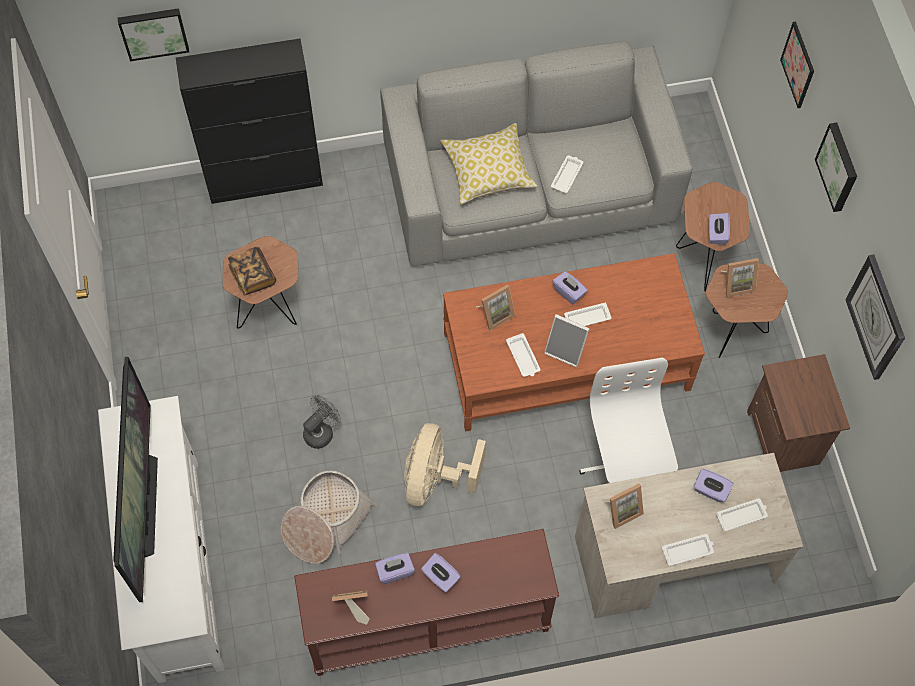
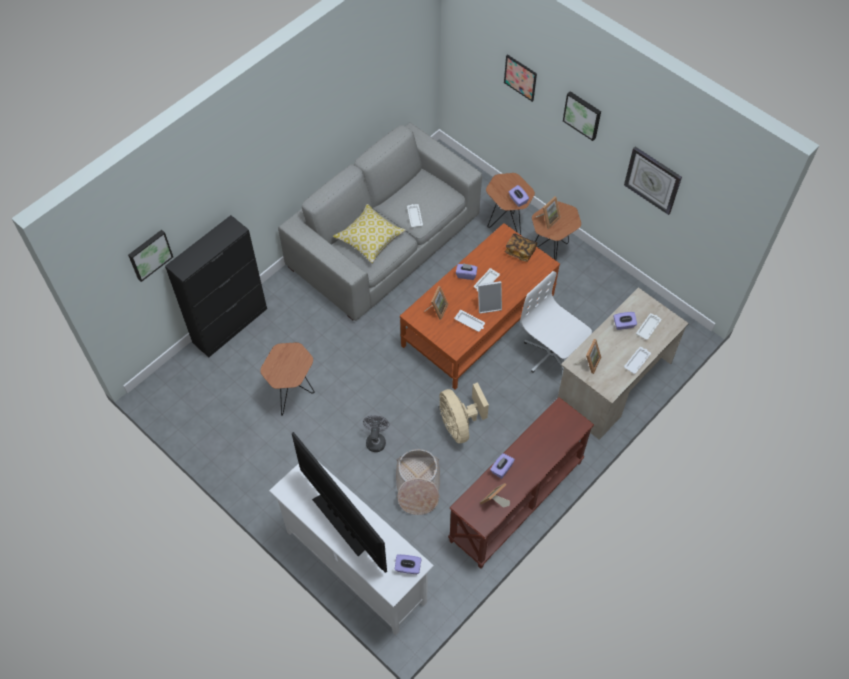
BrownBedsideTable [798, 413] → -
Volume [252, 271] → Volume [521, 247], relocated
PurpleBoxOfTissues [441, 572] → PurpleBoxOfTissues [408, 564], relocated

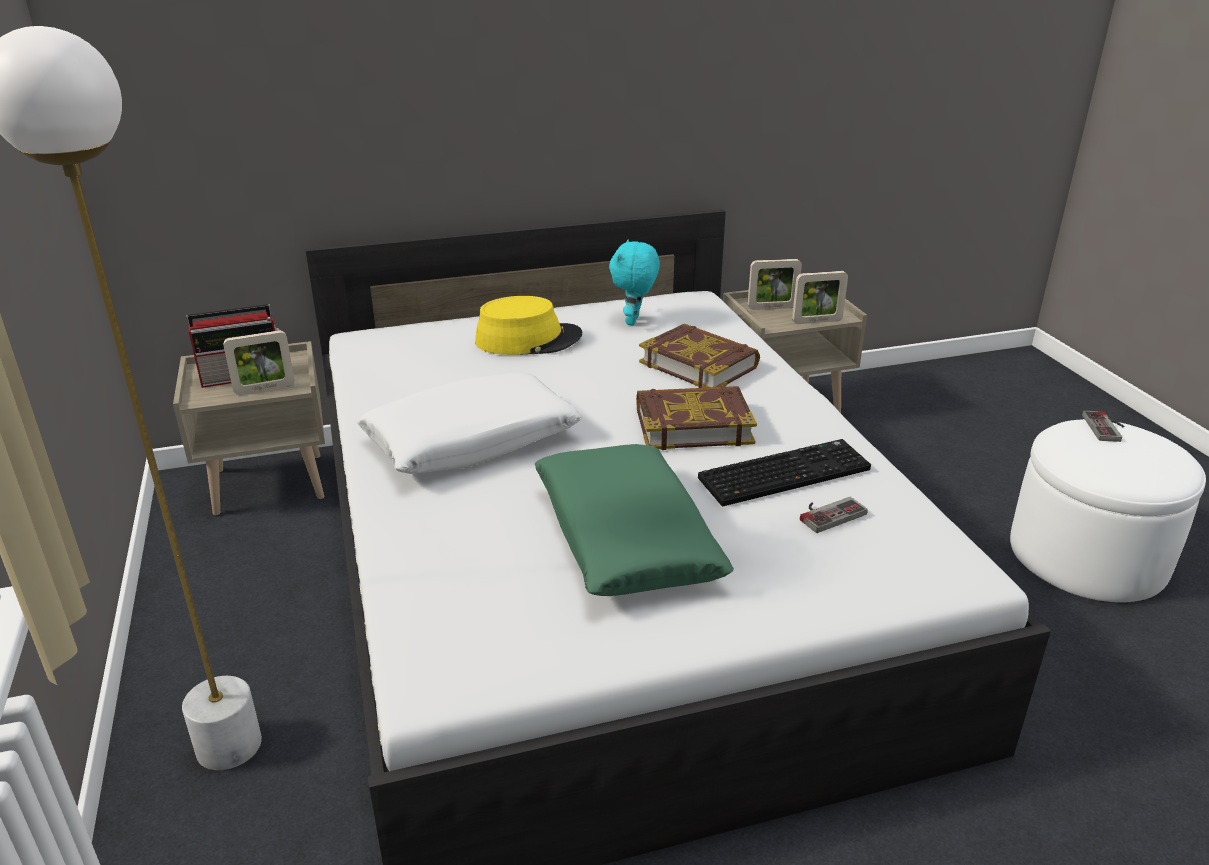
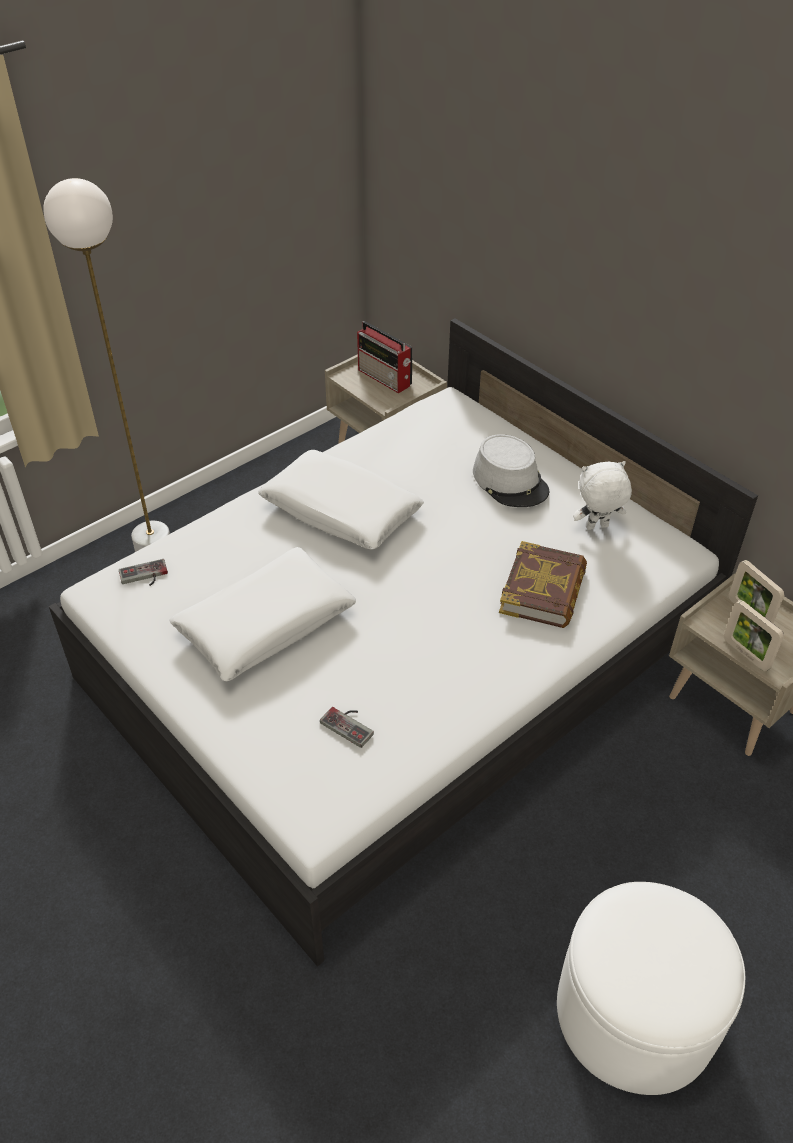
StandingFrame [259, 362] → -
Volume [696, 417] → -
Keyboard [784, 472] → -
Joypad [1103, 426] → Joypad [143, 572], relocated
YellowColouredWearableHat [528, 325] → GreyWearableHat [511, 470]
GreenColouredPillow [634, 520] → WhitishPillow [262, 614]
BlueGreenPlushToy [634, 282] → WhitishPlushToy [602, 495]

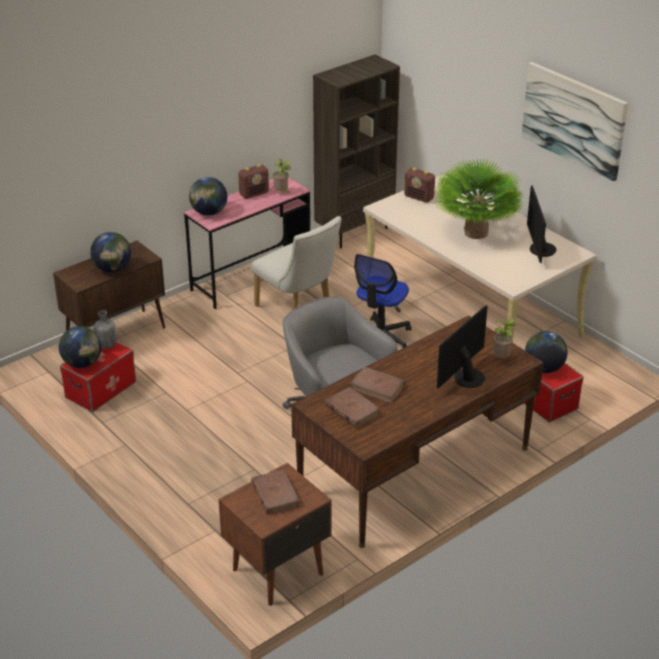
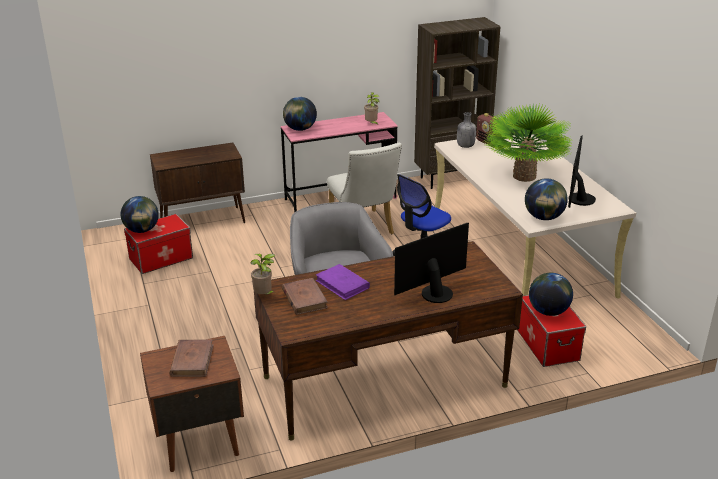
RadioReceiver [253, 181] → -
WallArt [575, 121] → -
Globe [110, 252] → Globe [546, 199], relocated
GreyDrinkBottle [105, 329] → GreyDrinkBottle [466, 130], relocated
PlantInAPot [504, 338] → PlantInAPot [263, 274], relocated
BrownVolume [377, 385] → PurpleVolume [343, 282]

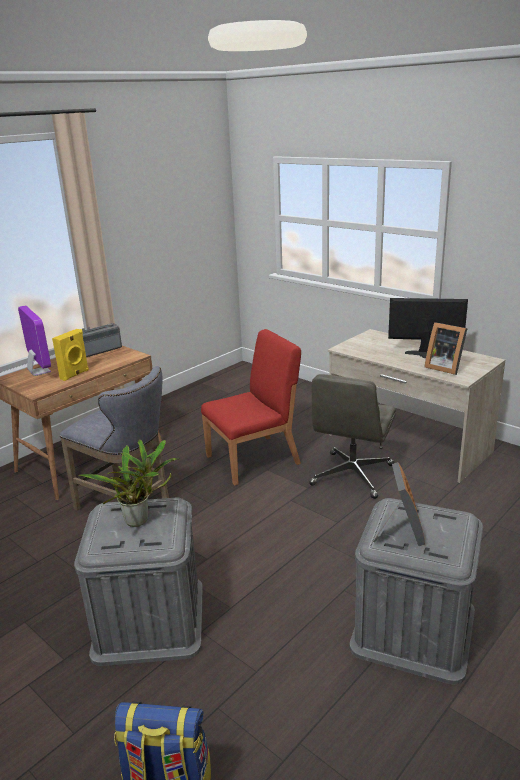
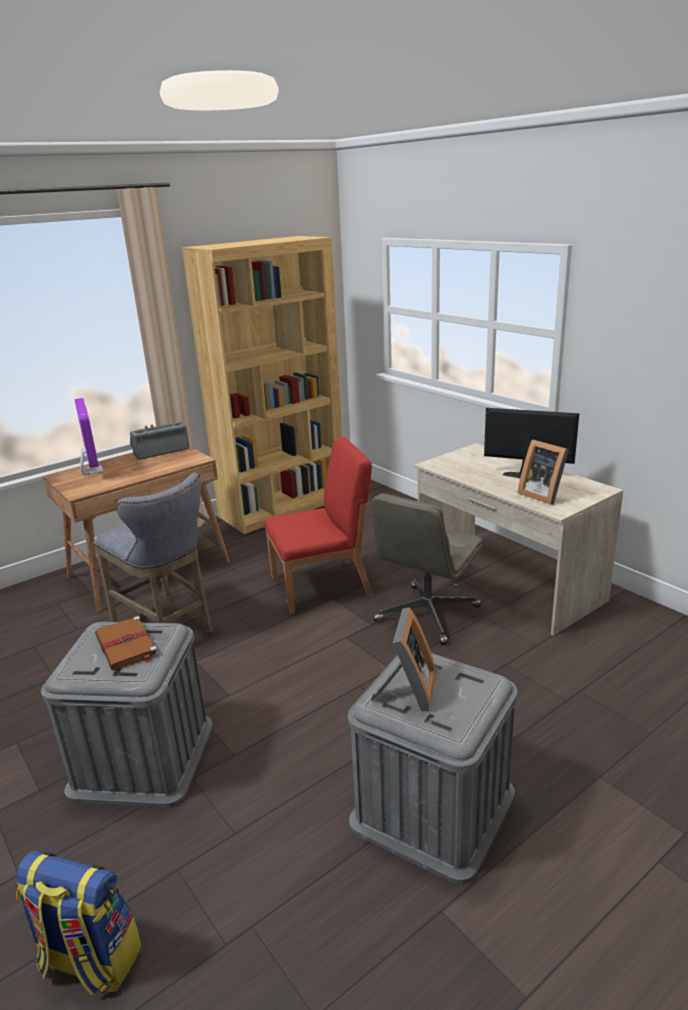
YellowColouredAudioSpeaker [70, 355] → -
- → BrownShelvingUnit [262, 385]
PlantInAPot [129, 483] → BrownVolume [127, 643]

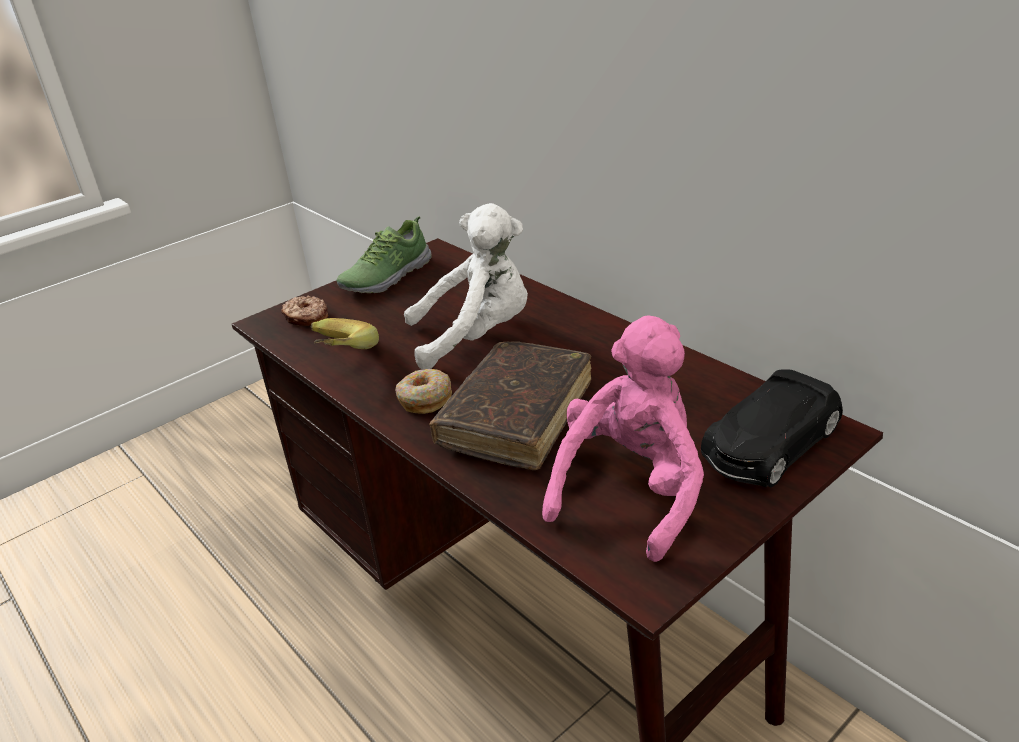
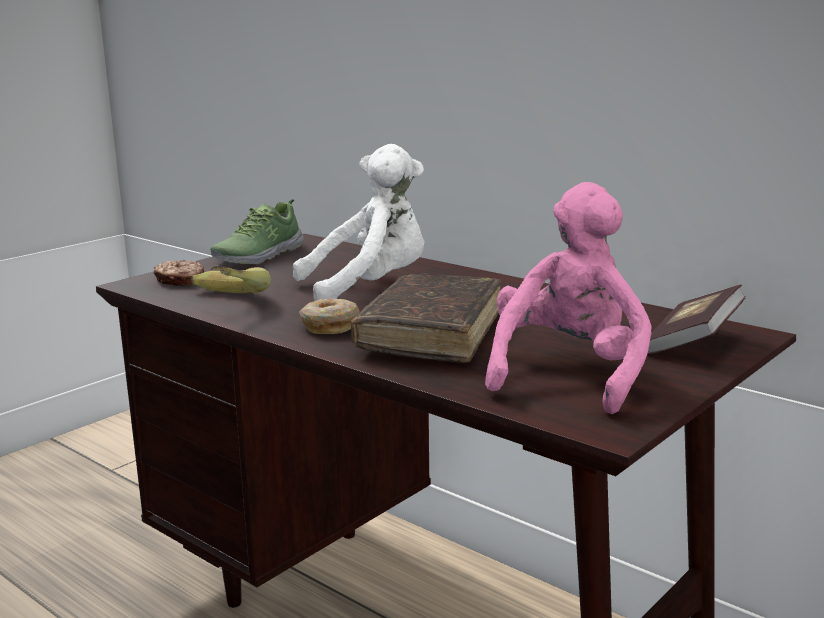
BlackColouredToyCar [772, 428] → Volume [696, 320]

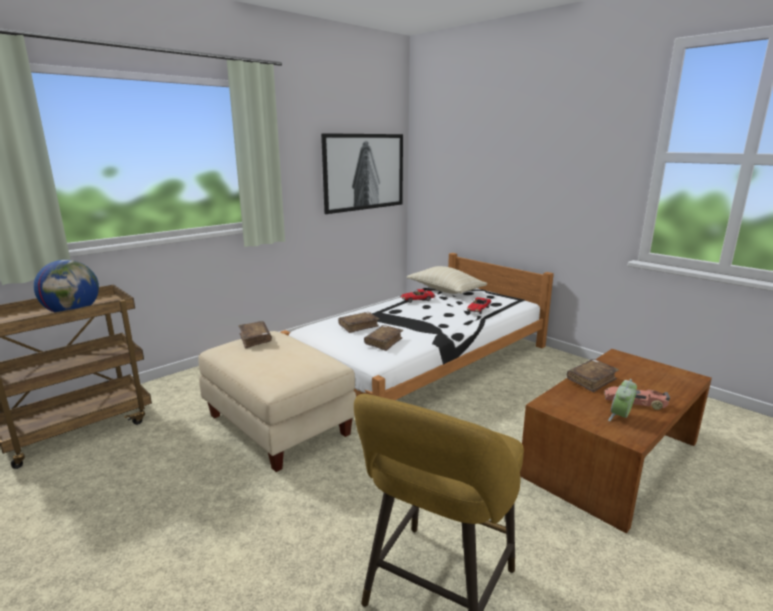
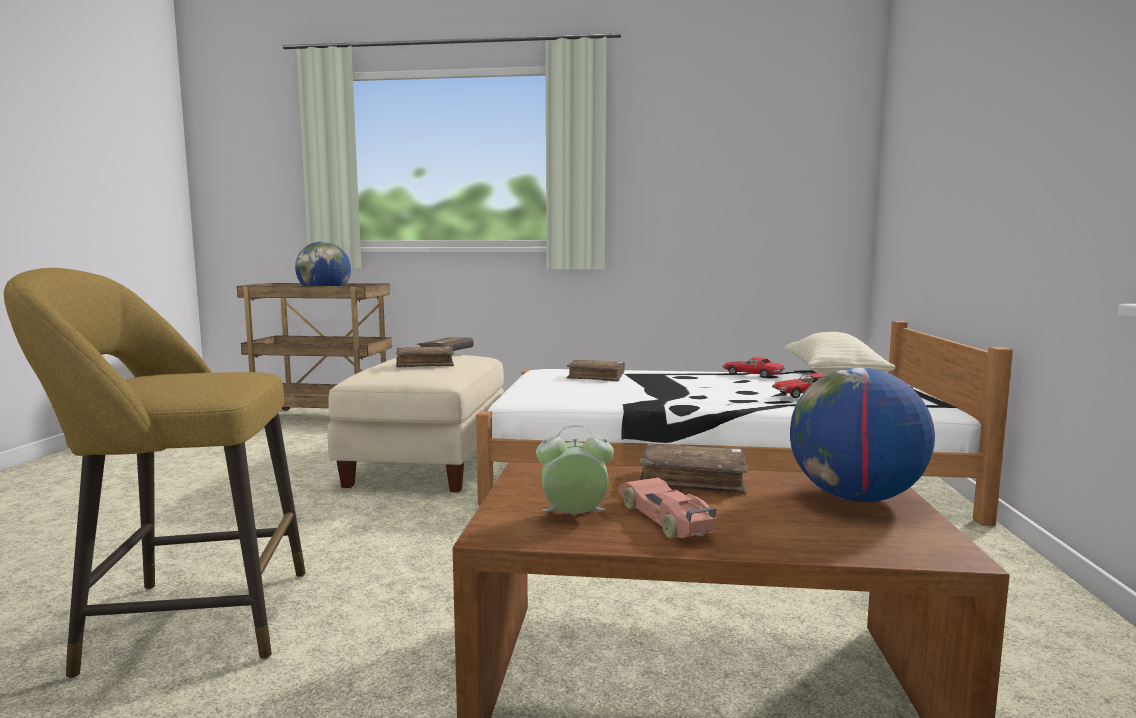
WallArt [362, 173] → -
- → Globe [862, 435]
BrownVolume [383, 338] → BrownVolume [425, 357], relocated

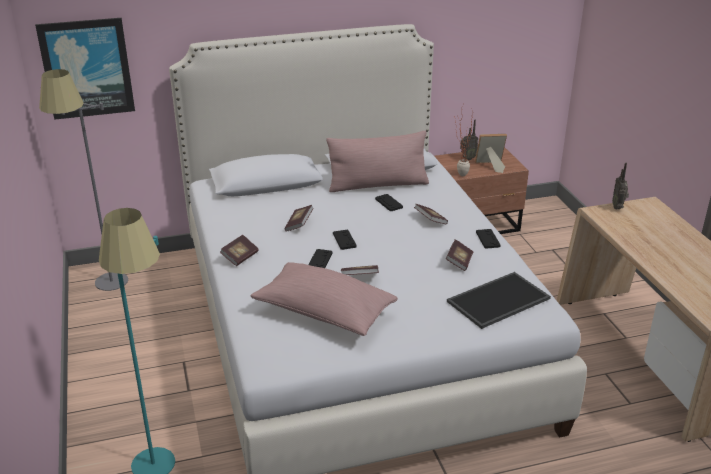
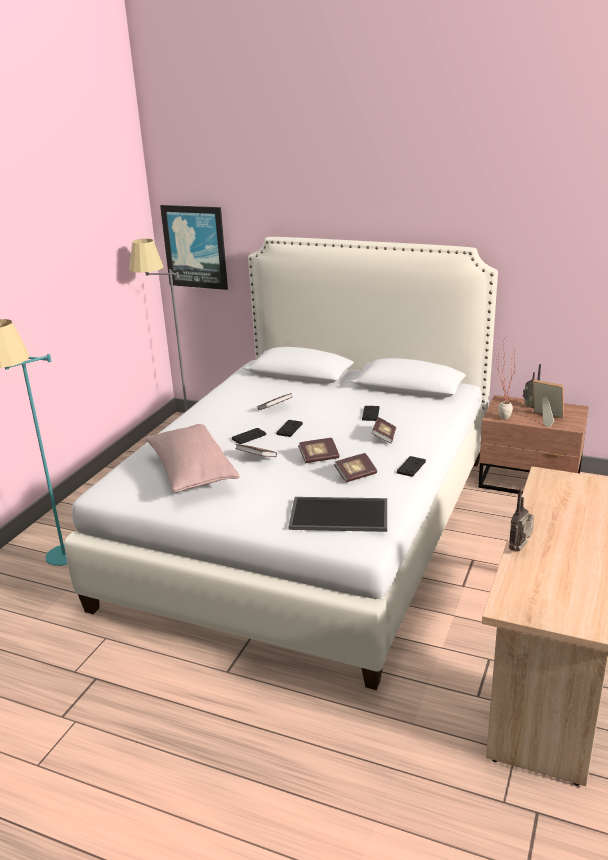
PinkColouredPillow [377, 161] → -
Volume [239, 250] → Volume [318, 450], relocated
RadioReceiver [620, 186] → RadioReceiver [521, 520], relocated

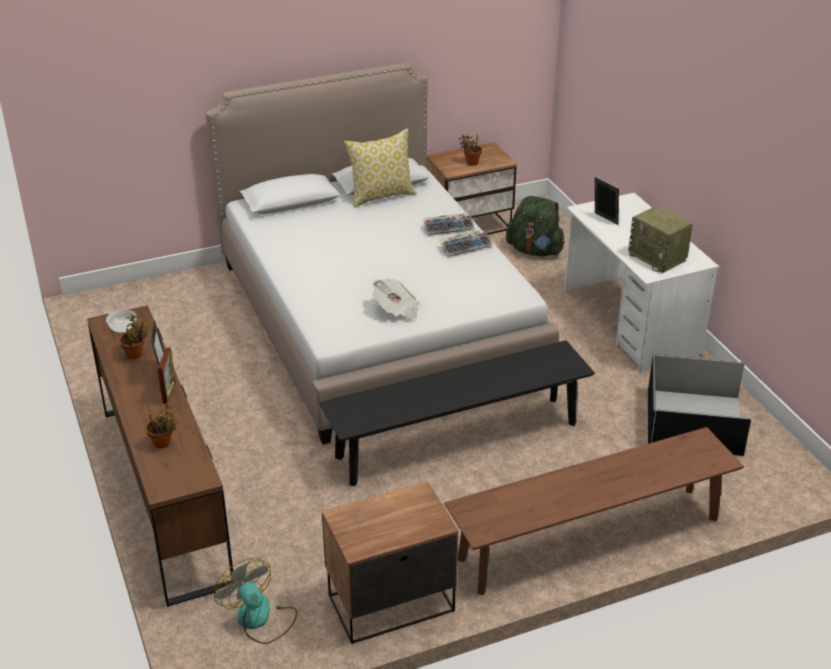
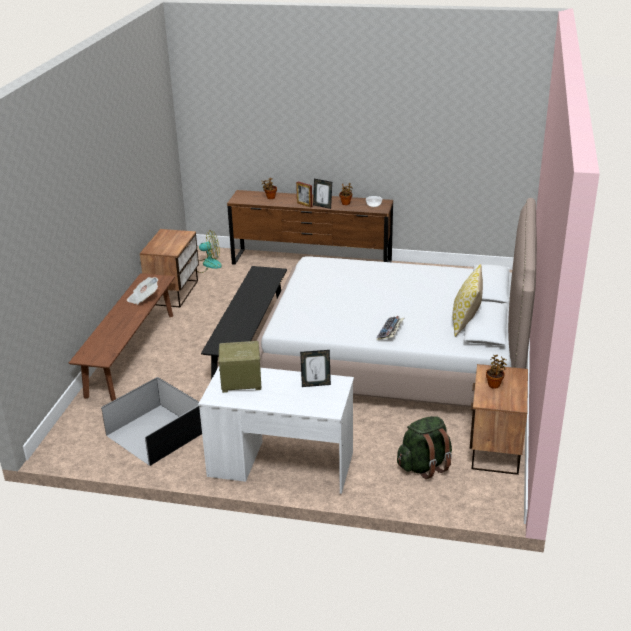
Keyboard [466, 244] → -
PrintedPaper [396, 300] → PrintedPaper [142, 291], relocated

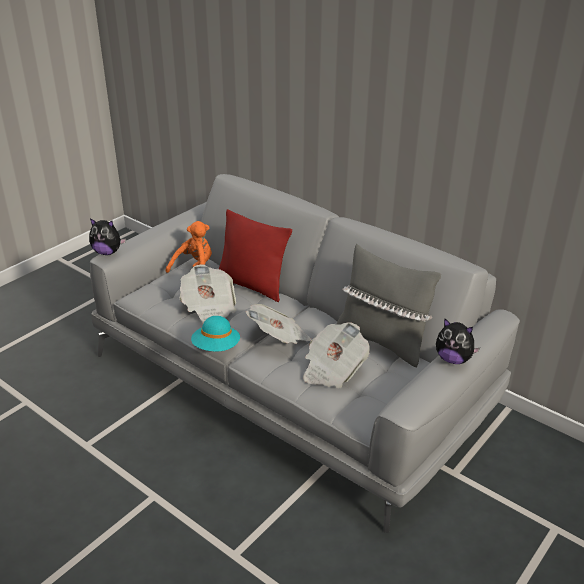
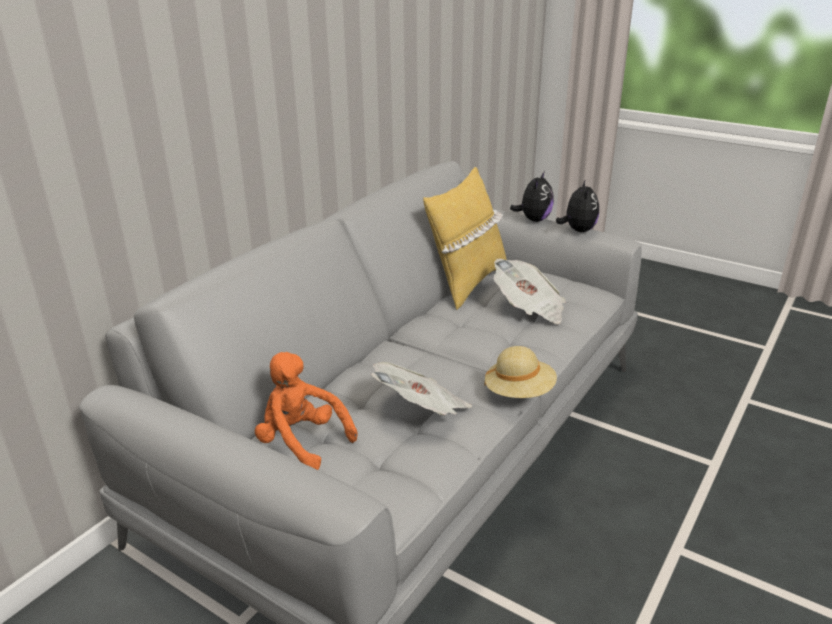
ReddishPillow [255, 255] → -
PrintedPaper [278, 324] → -
PlushToy [107, 236] → PlushToy [577, 205], relocated
BlueGreenWearableHat [215, 334] → BeigeWearableHat [520, 372]
GreyPillow [388, 305] → YellowColouredPillow [465, 238]

